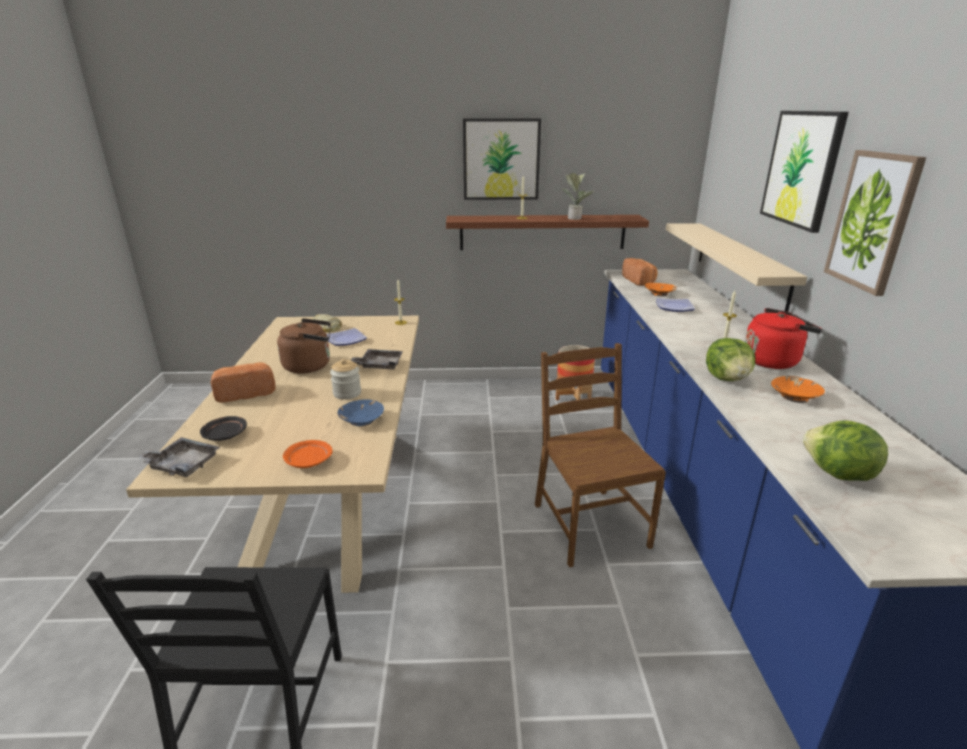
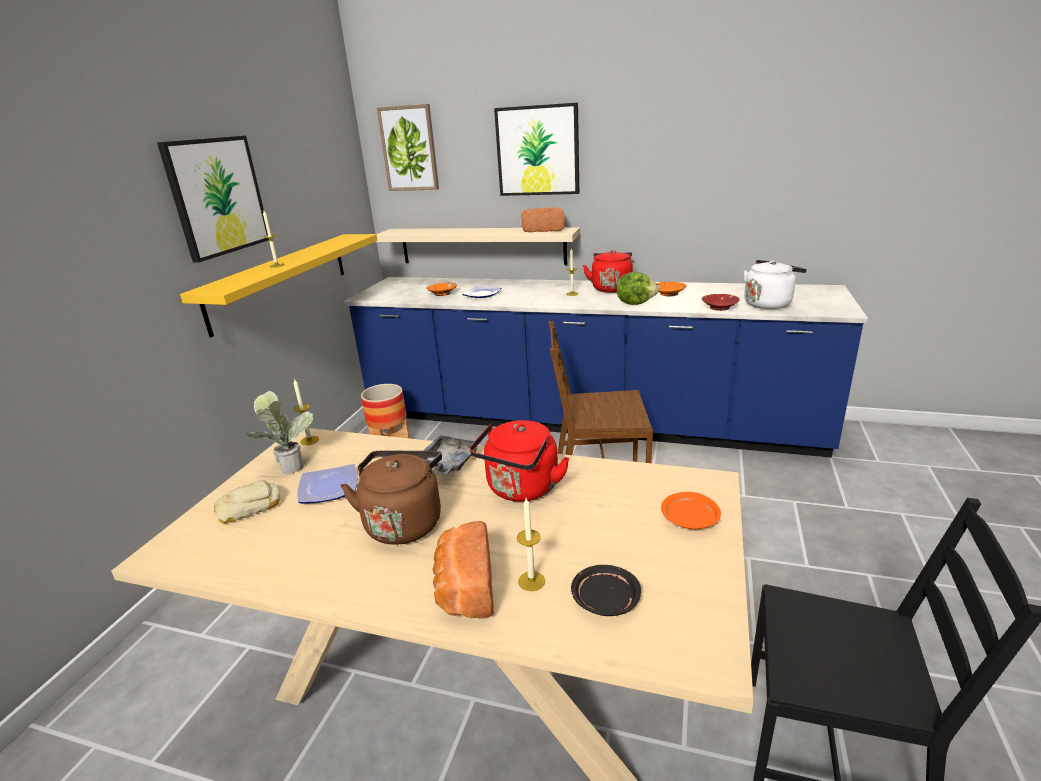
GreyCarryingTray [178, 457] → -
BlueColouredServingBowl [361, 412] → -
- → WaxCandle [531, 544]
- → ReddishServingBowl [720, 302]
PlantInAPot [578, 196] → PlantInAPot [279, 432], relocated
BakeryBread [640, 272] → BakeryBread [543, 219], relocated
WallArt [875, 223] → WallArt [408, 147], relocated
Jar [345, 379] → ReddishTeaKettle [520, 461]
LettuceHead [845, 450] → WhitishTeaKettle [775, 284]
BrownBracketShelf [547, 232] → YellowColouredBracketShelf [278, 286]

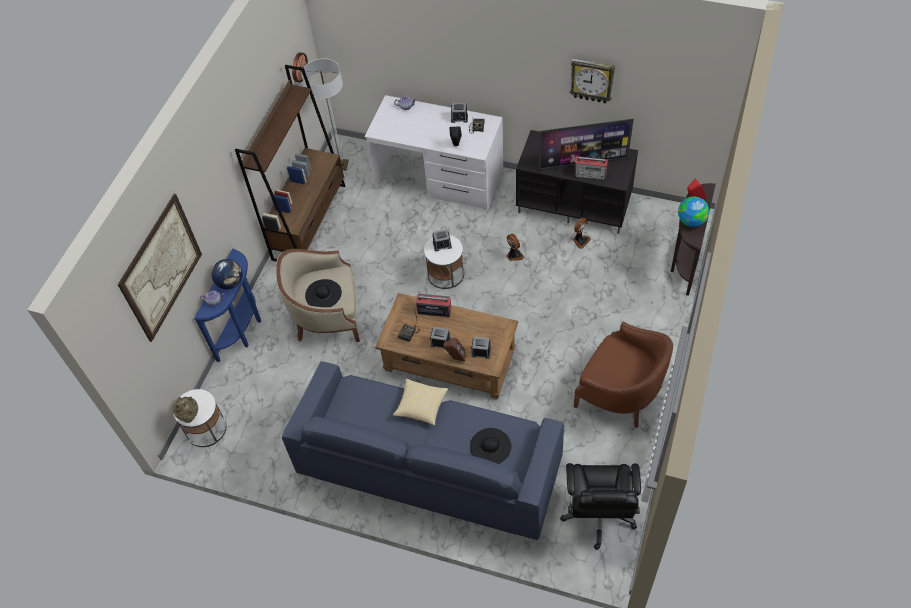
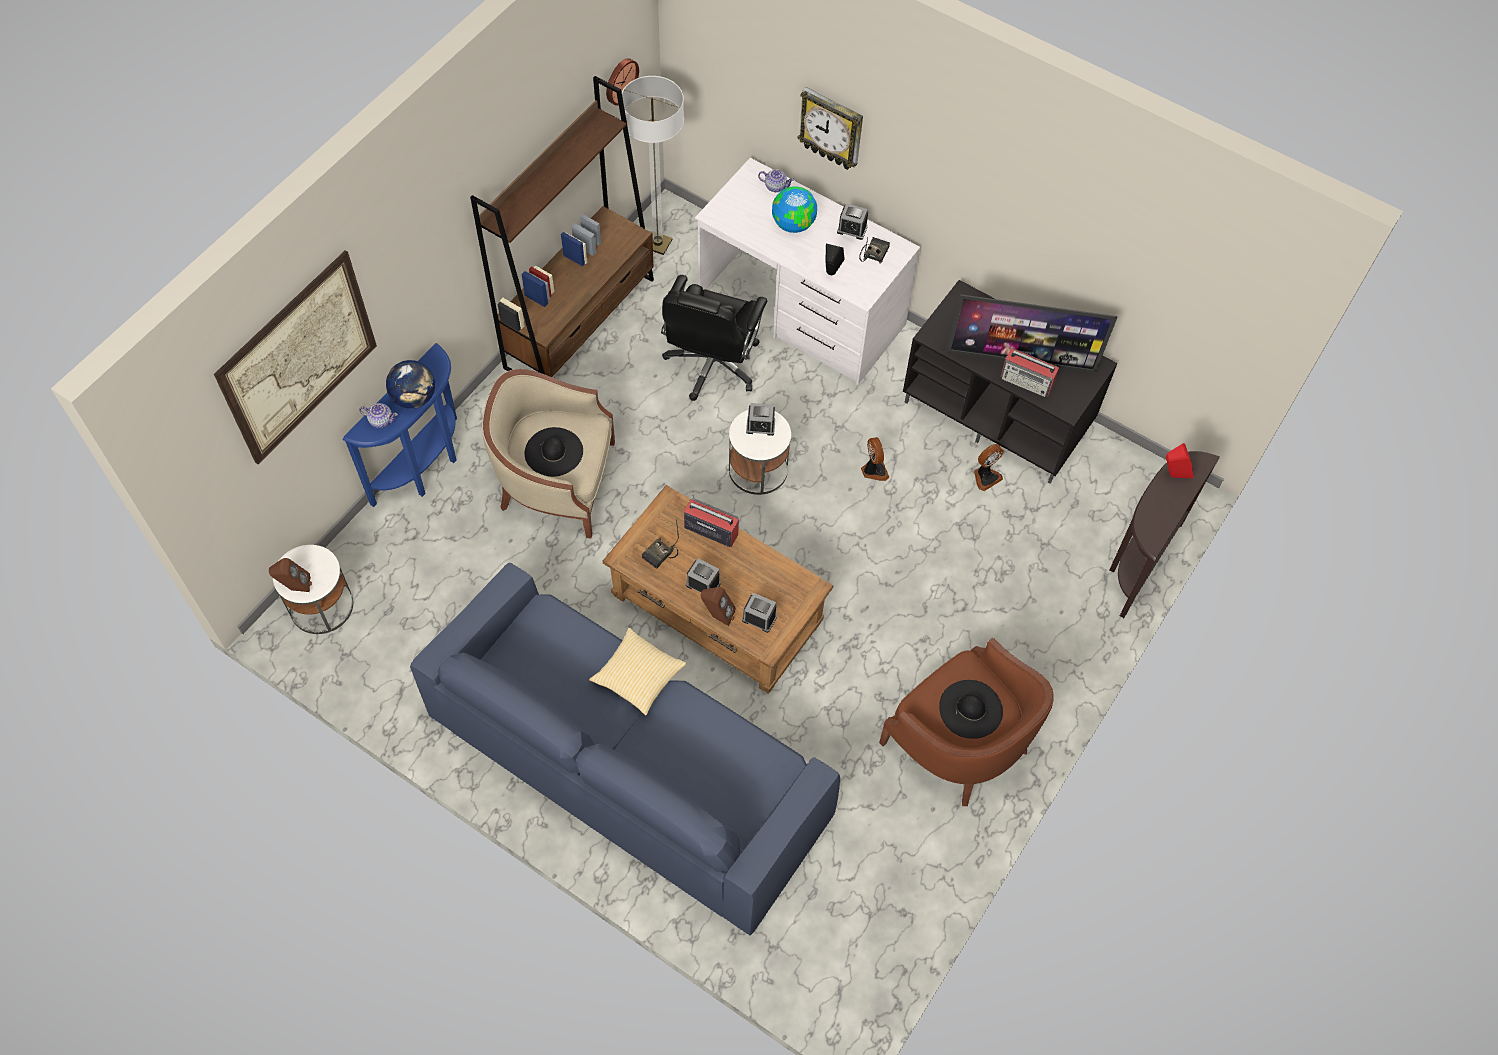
BlackColouredWearableHat [491, 446] → BlackColouredWearableHat [971, 709], relocated
BlackColouredDeskChair [600, 506] → BlackColouredDeskChair [714, 338], relocated
WallClock [592, 80] → WallClock [830, 128], relocated
Globe [694, 211] → Globe [794, 209], relocated
BeigeFlowerVase [185, 409] → BrownAudioSpeaker [290, 575]

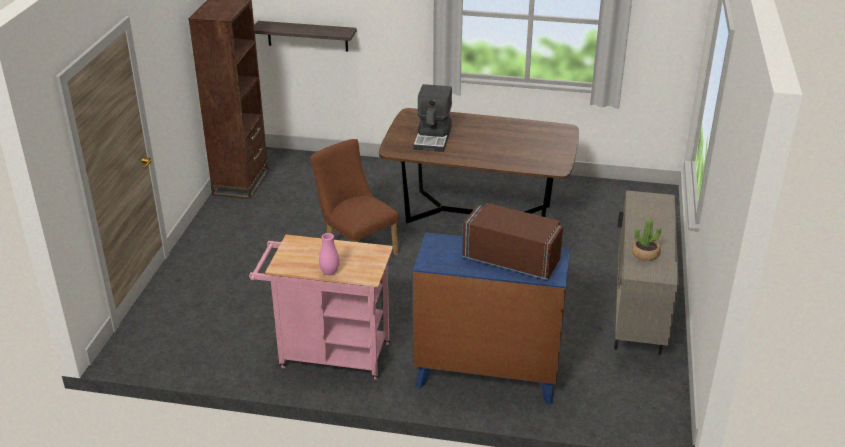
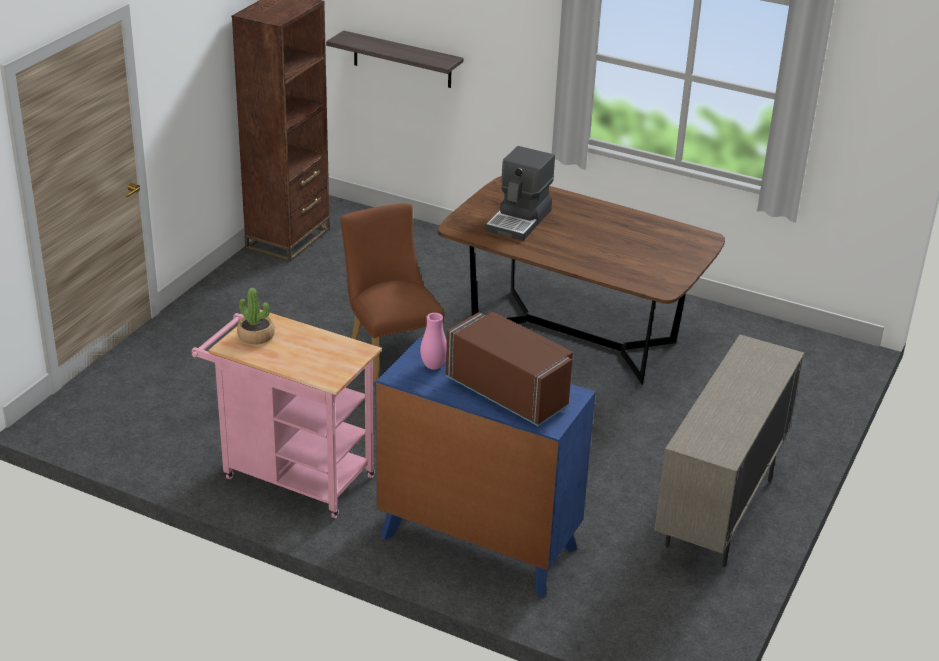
PinkColouredFlowerVase [329, 254] → PinkColouredFlowerVase [433, 341], relocated
PlantInAPot [646, 239] → PlantInAPot [256, 316], relocated

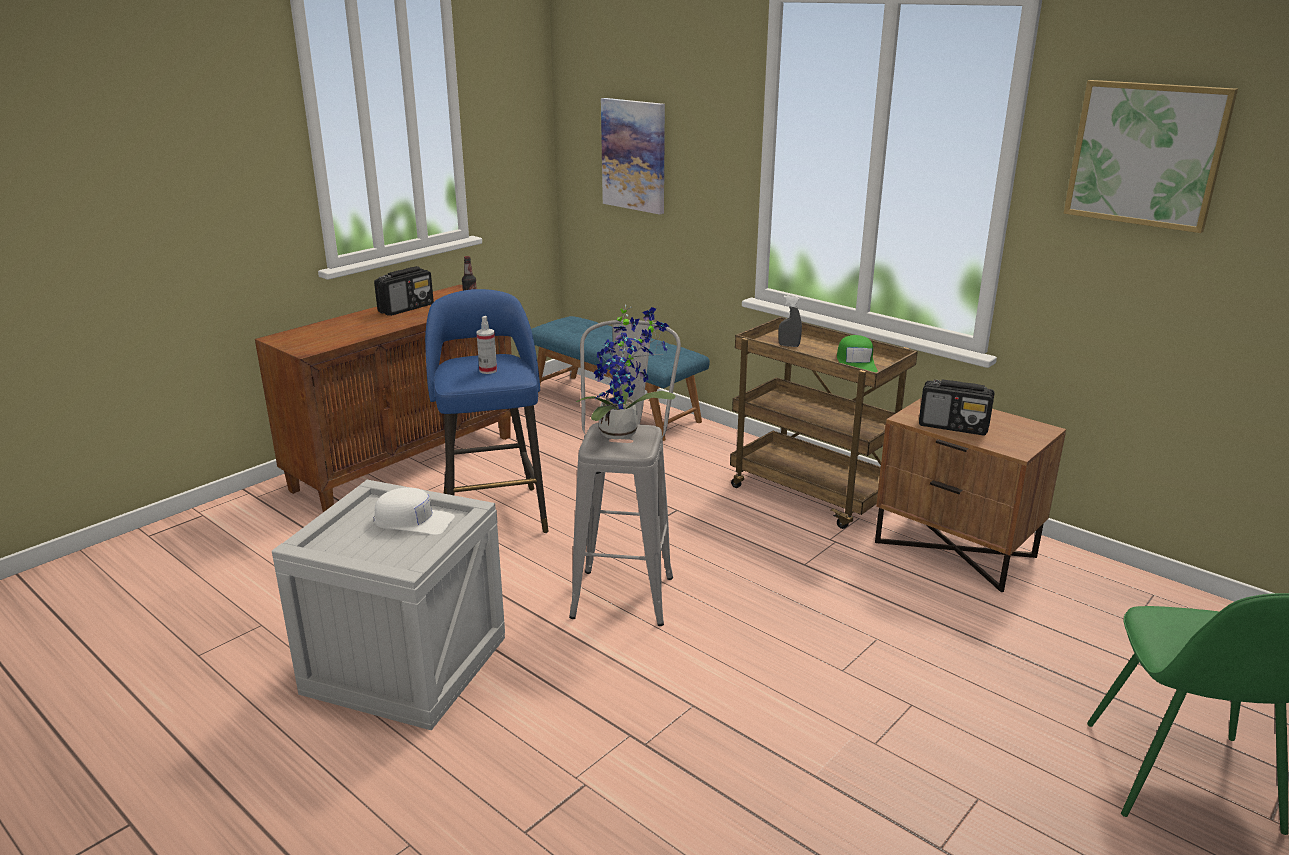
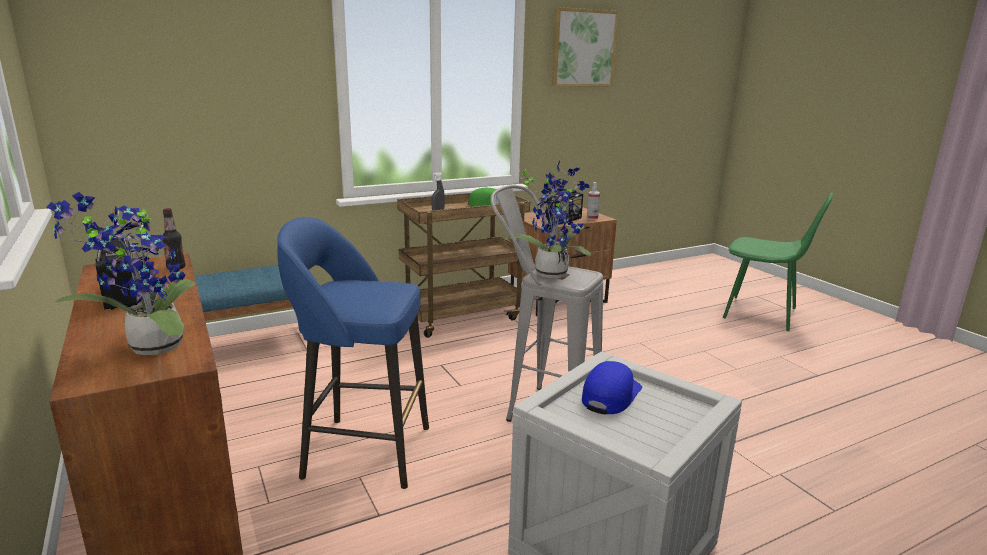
WallArt [633, 156] → -
- → PlantInAPot [121, 273]
SprayBottle [486, 345] → SprayBottle [593, 201], relocated
WhitishBaseballCap [414, 511] → BlueColouredBaseballCap [612, 388]

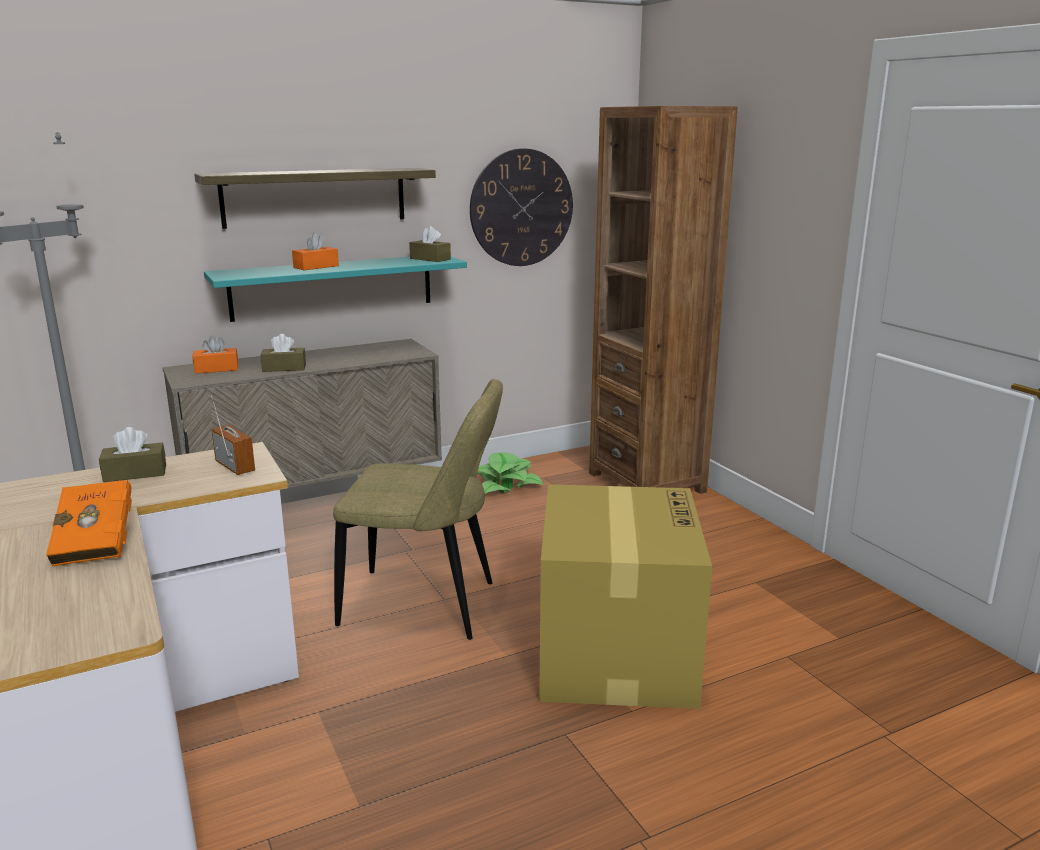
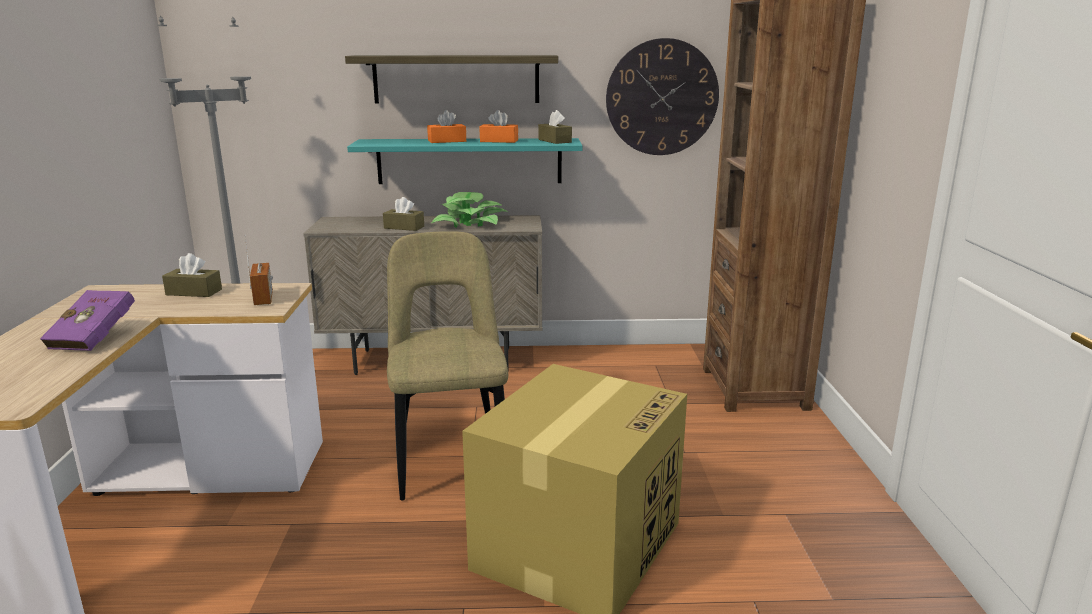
OrangeBoxOfTissues [215, 354] → OrangeBoxOfTissues [499, 126], relocated
PlantInAPot [510, 472] → PlantInAPot [470, 210], relocated
OrangeVolume [89, 523] → PurpleVolume [87, 320]
BeigeChair [418, 509] → BeigeChair [447, 365], 135 degrees counterclockwise

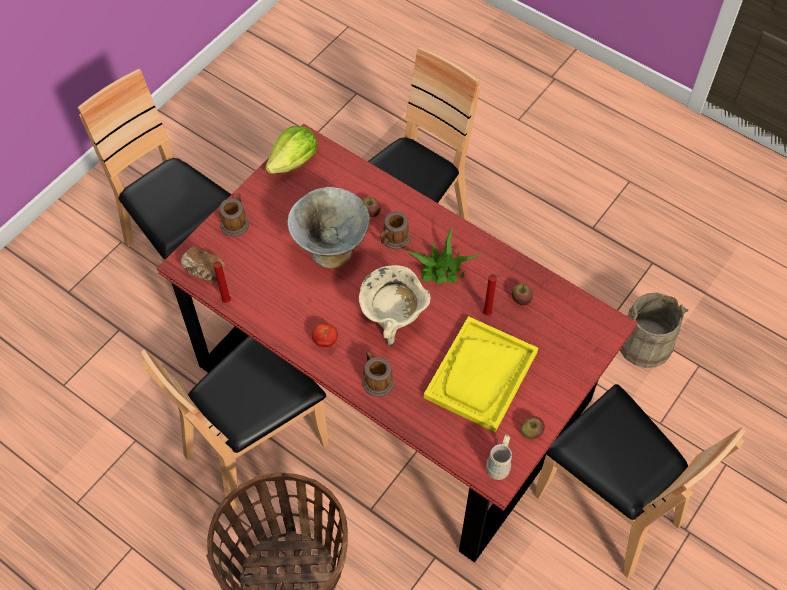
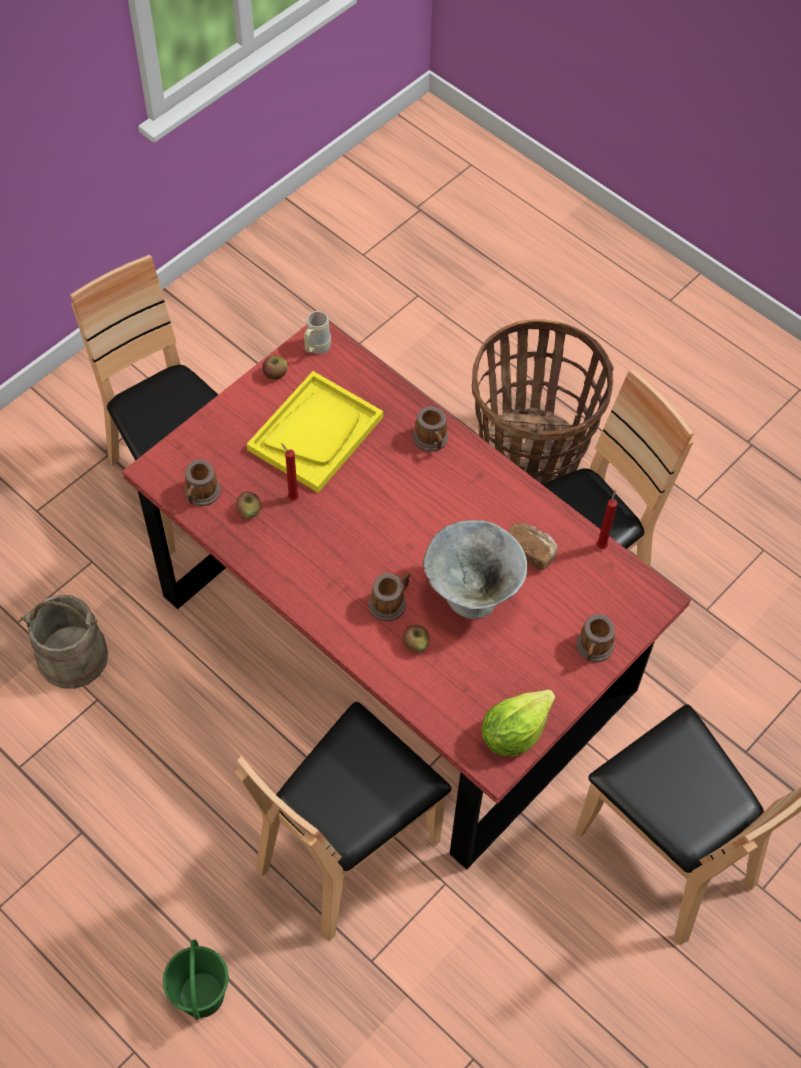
WholeTomato [325, 335] → -
BeigeStockpot [395, 305] → -
PlantInAPot [443, 255] → -
- → GreenColouredWaterBucket [196, 979]
- → Mug [203, 482]
BakeryBread [203, 264] → BakeryBread [532, 546], relocated

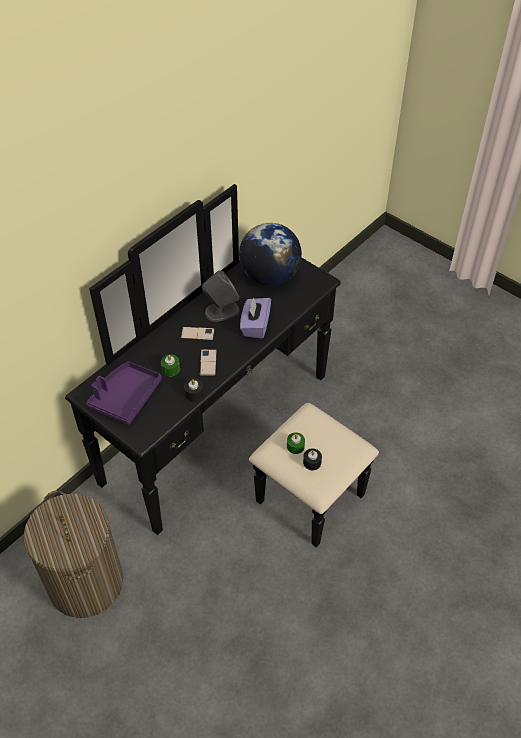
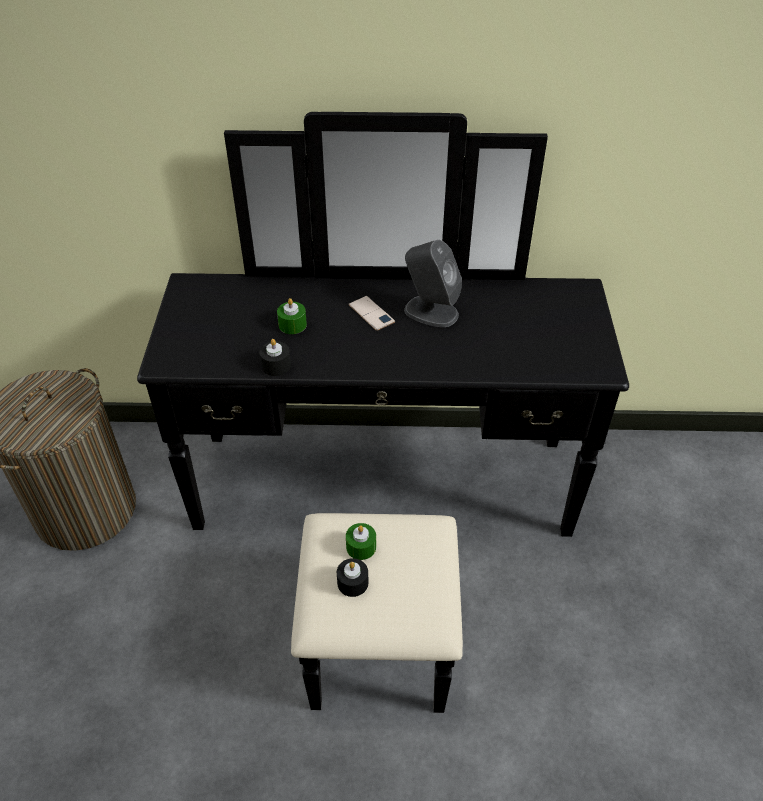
PurpleCarryingTray [124, 393] → -
Handset [208, 362] → -
Globe [270, 254] → -
PurpleBoxOfTissues [255, 318] → -

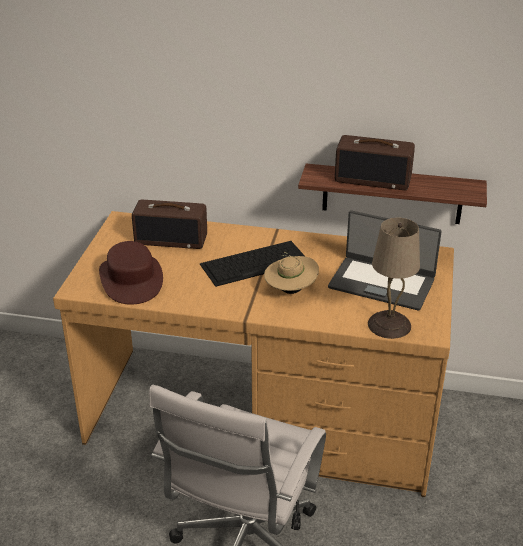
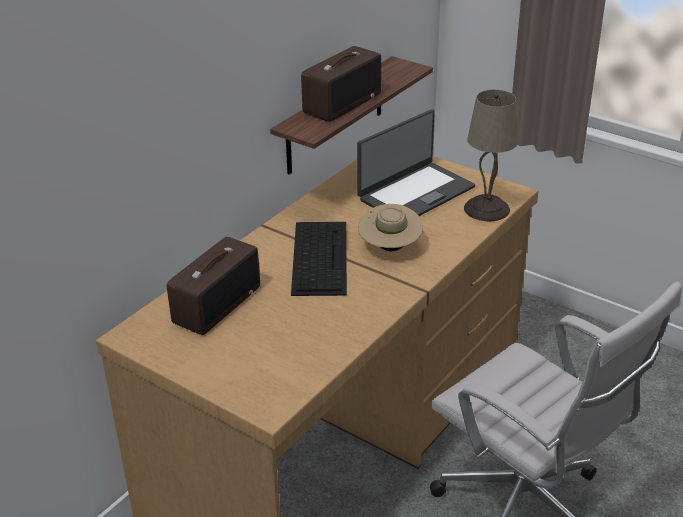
BrownWearableHat [131, 273] → -

